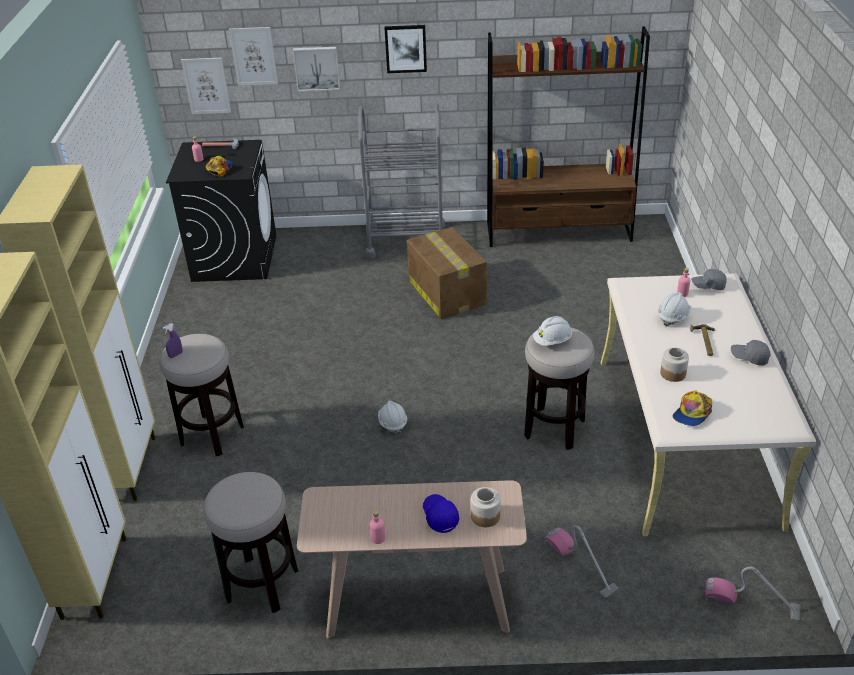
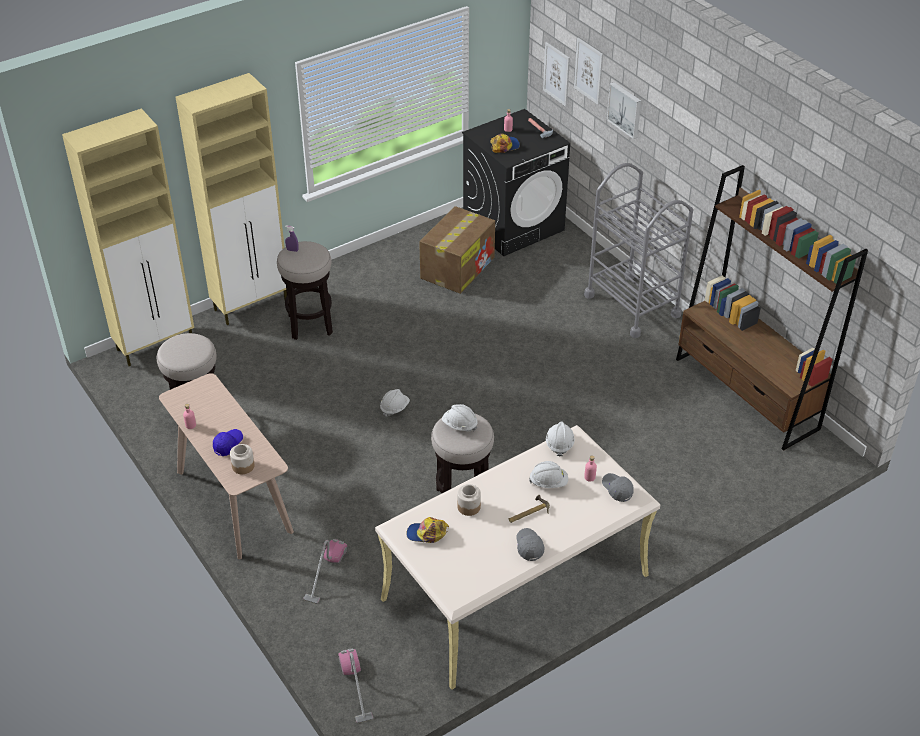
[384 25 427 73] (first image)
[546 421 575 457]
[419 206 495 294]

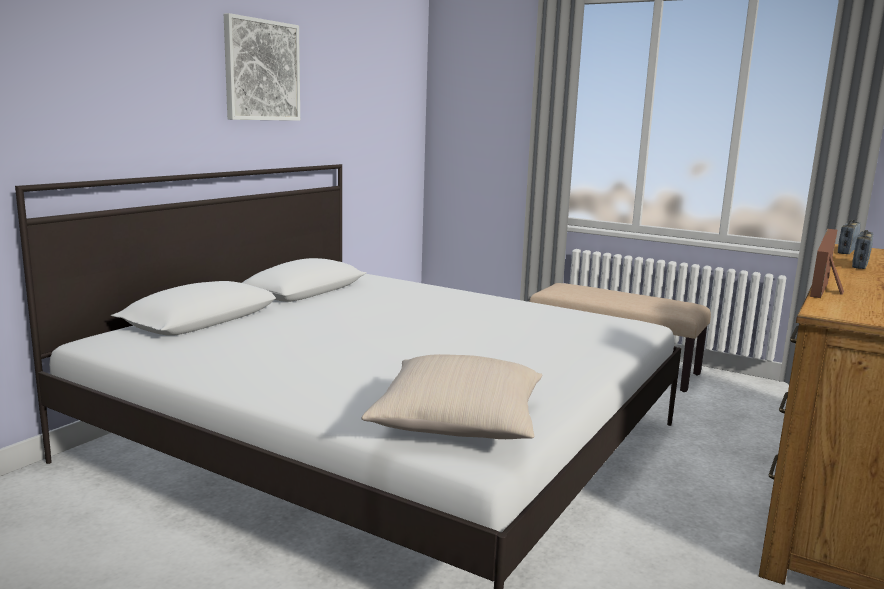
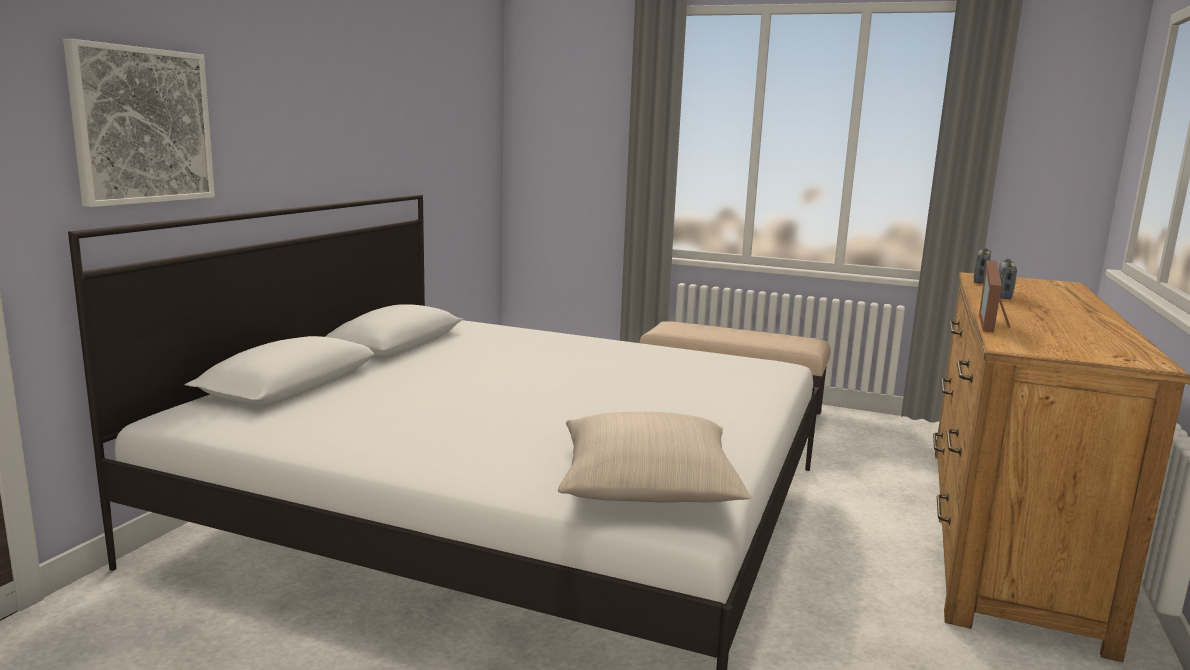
[63 39 215 207]

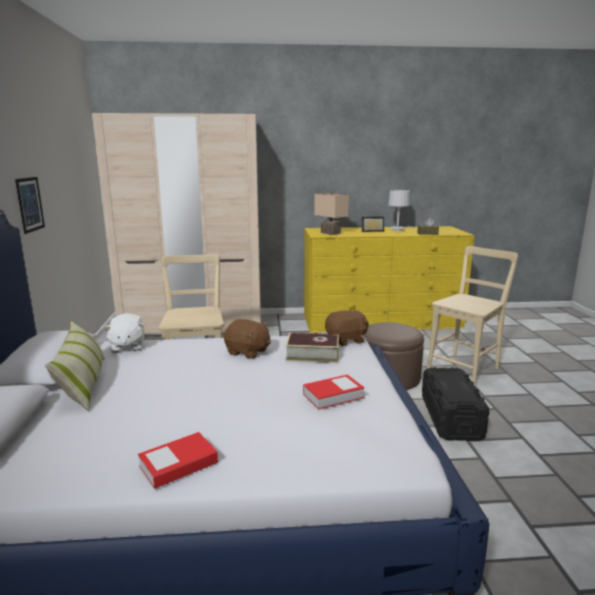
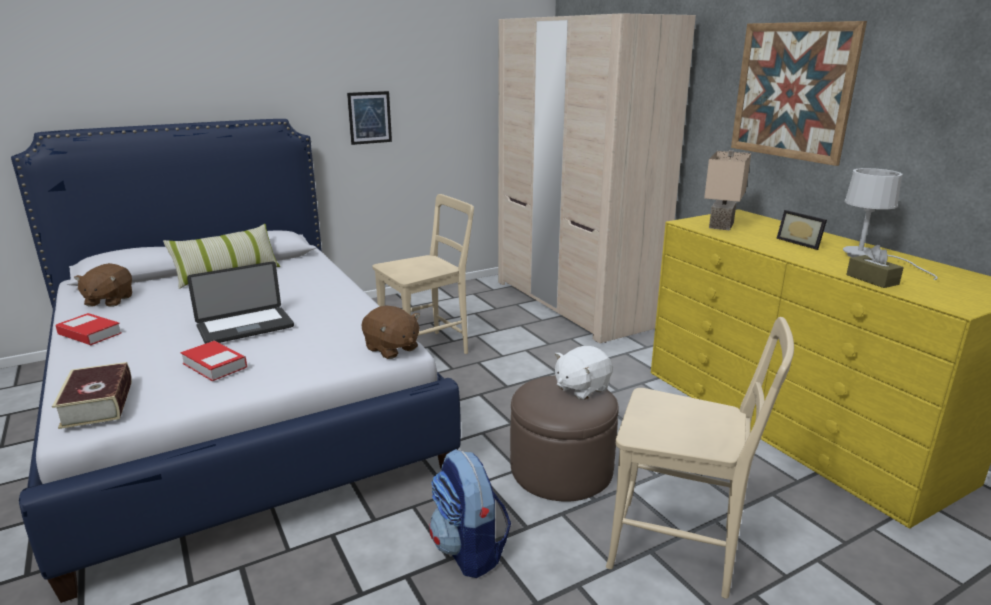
[187 261 294 344]
[731 21 867 166]
[555 346 613 400]
[74 263 132 307]
[52 362 132 429]
[429 449 511 578]

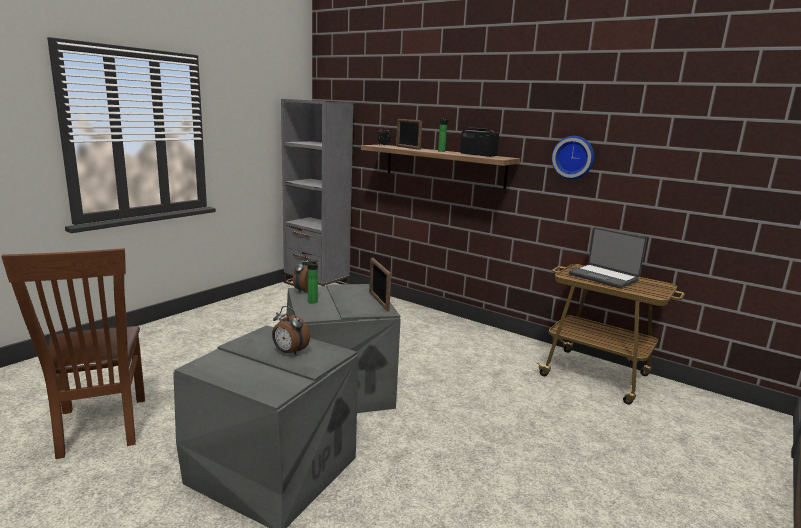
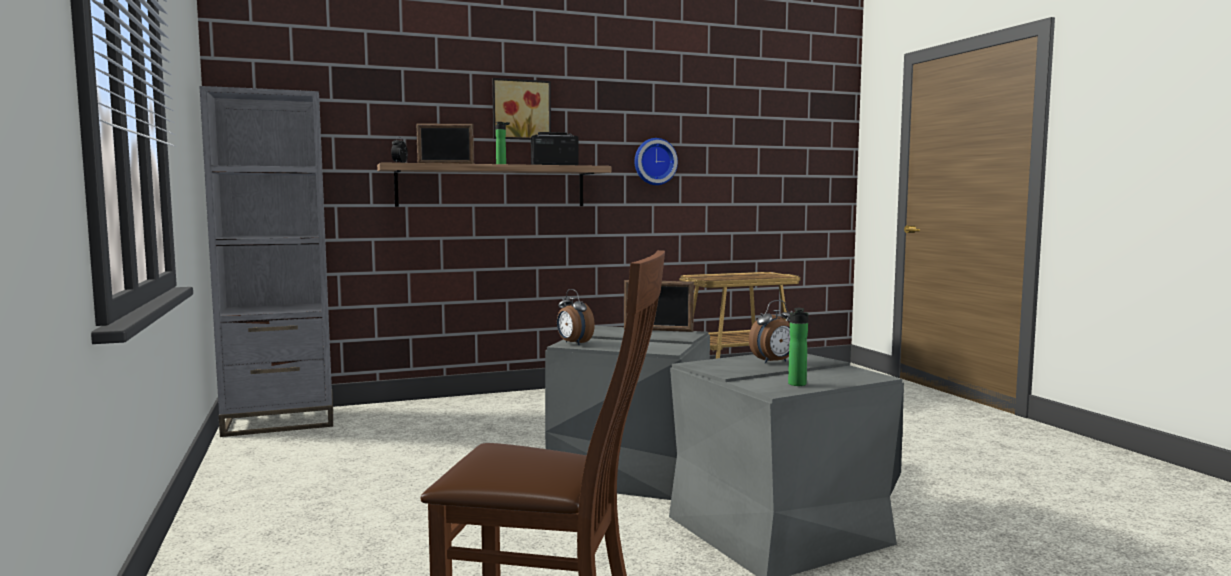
[569 227 647 288] (first image)
[492 78 551 140]
[788 308 808 386]

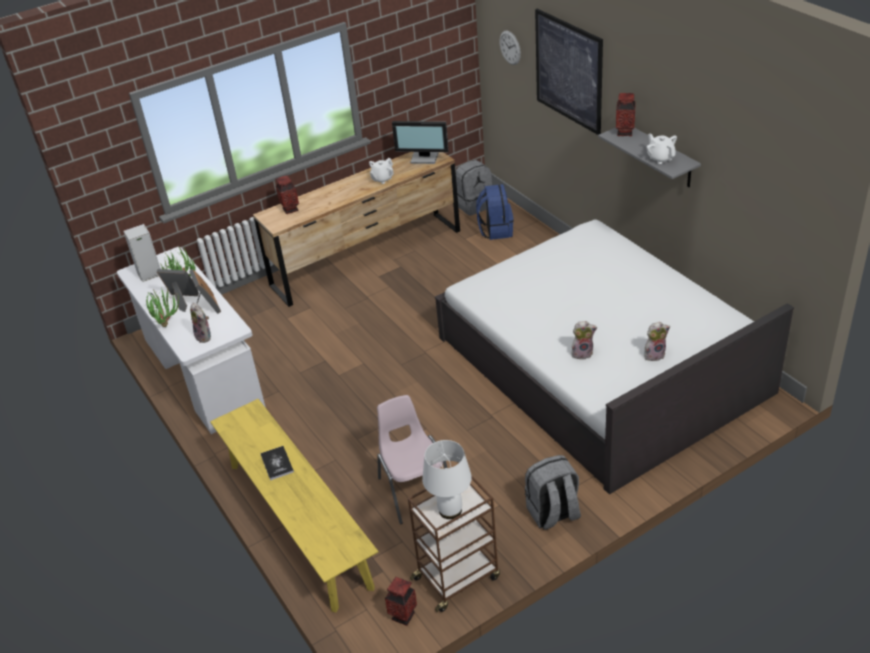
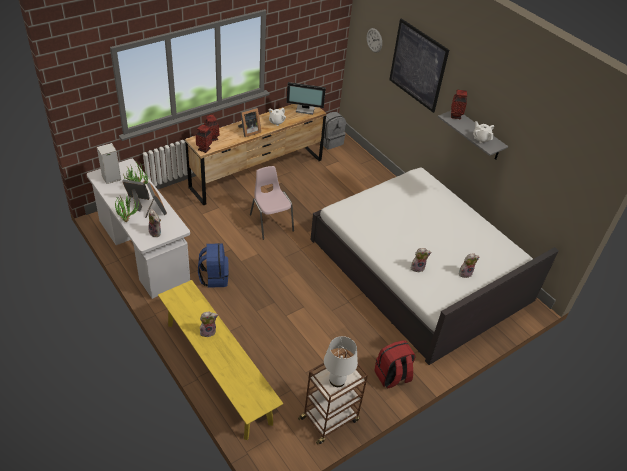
[238 108 261 137]
[250 166 294 240]
[196 124 212 153]
[198 243 229 288]
[200 312 218 337]
[374 340 416 388]

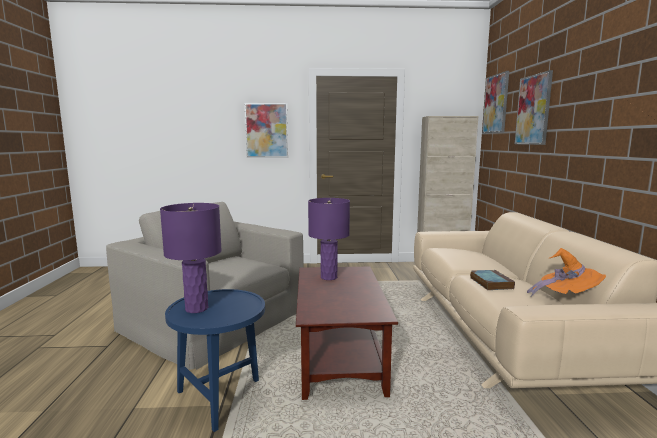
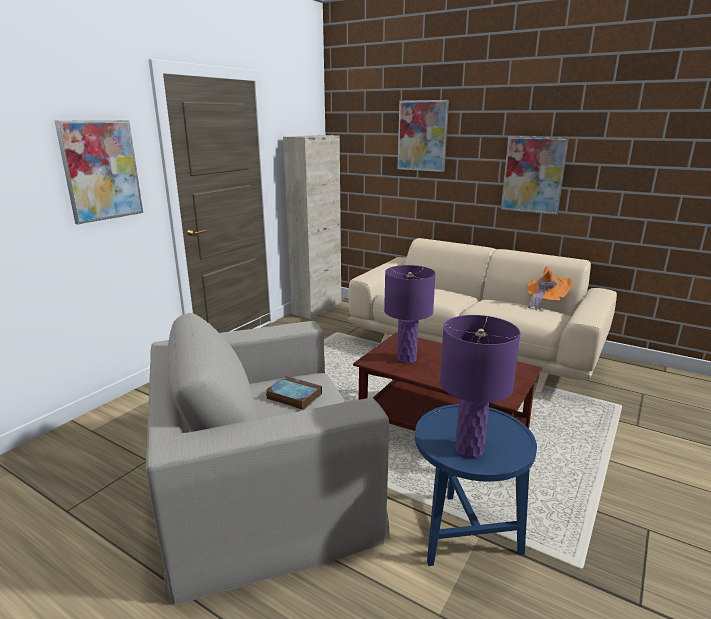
[266 376 322 410]
[501 136 569 215]

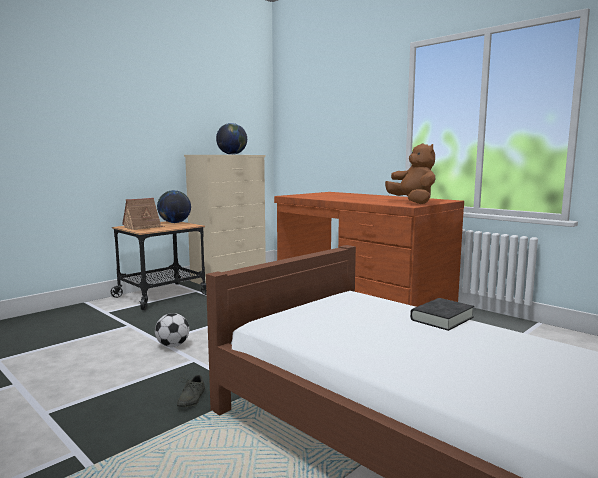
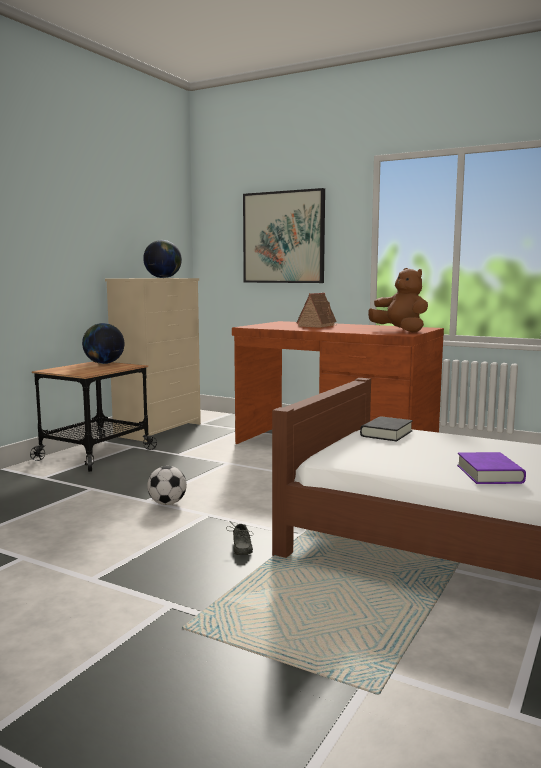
[243 188 325 283]
[457 452 526 484]
[296 293 337 328]
[360 416 413 442]

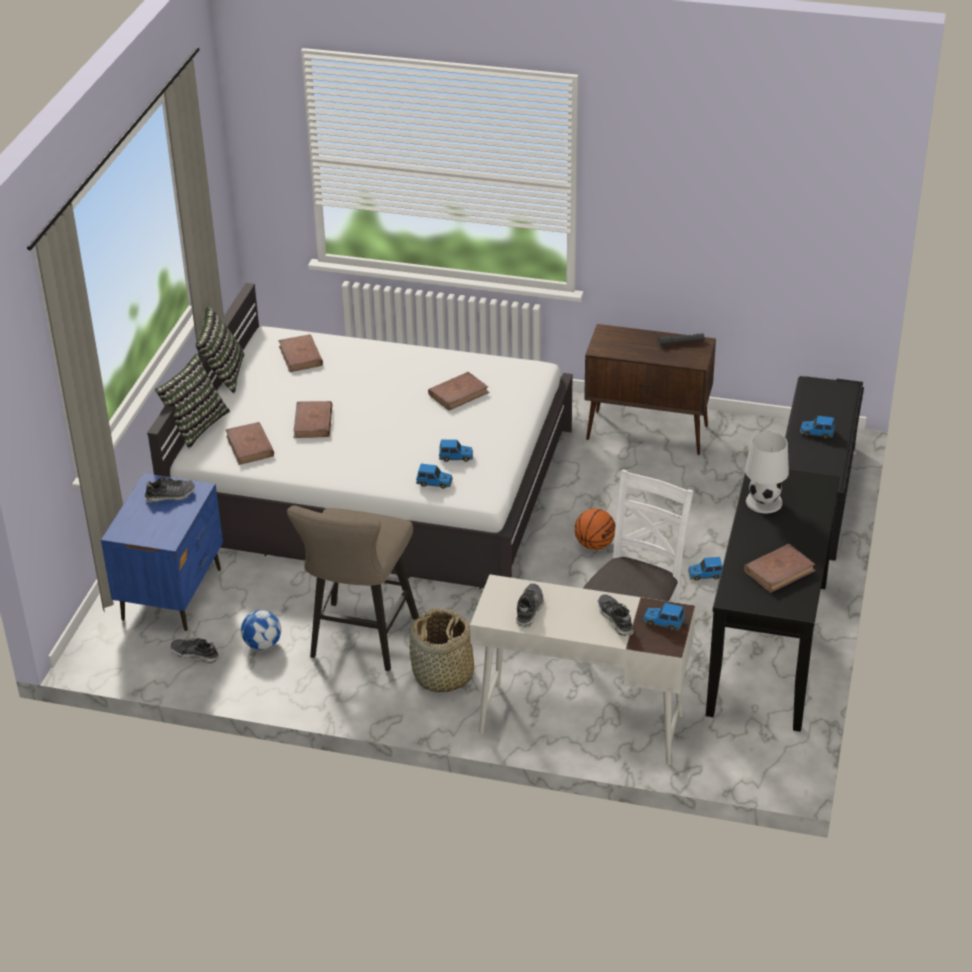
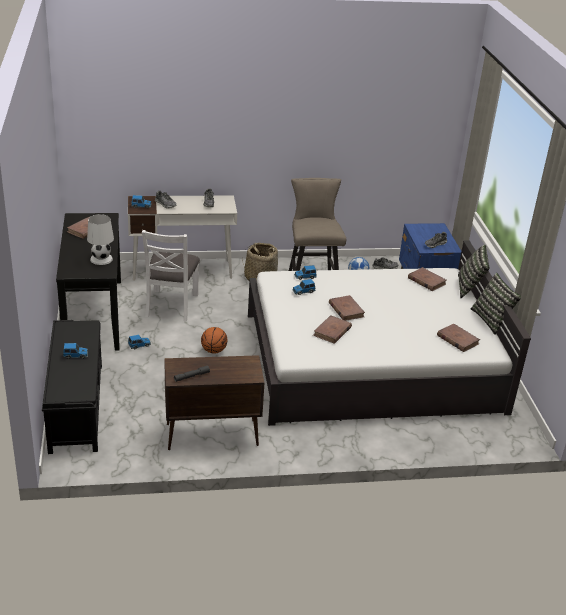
[329 295 365 321]

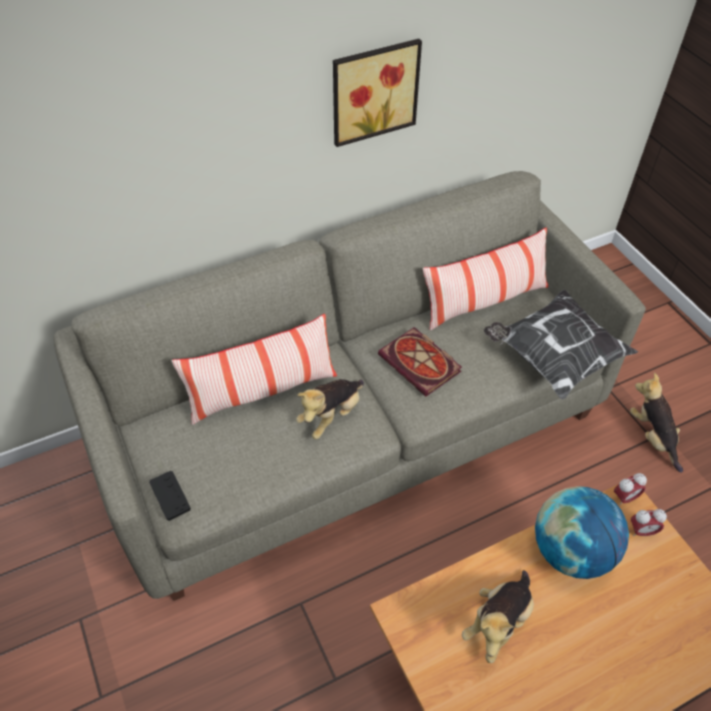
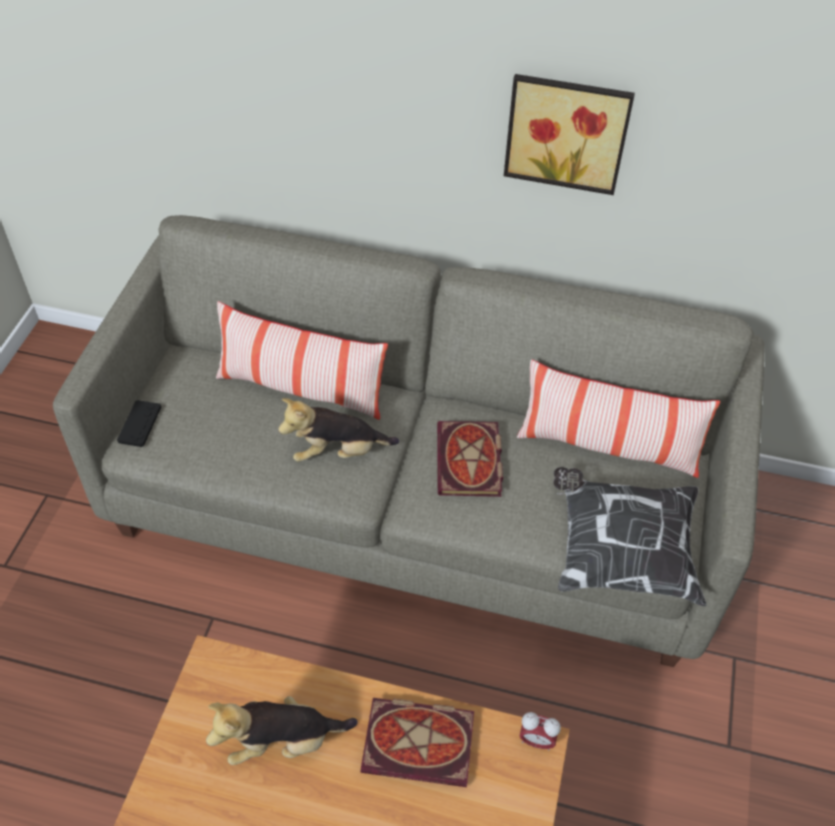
[630 373 683 473] (first image)
[631 509 667 537] (first image)
[361 698 474 787]

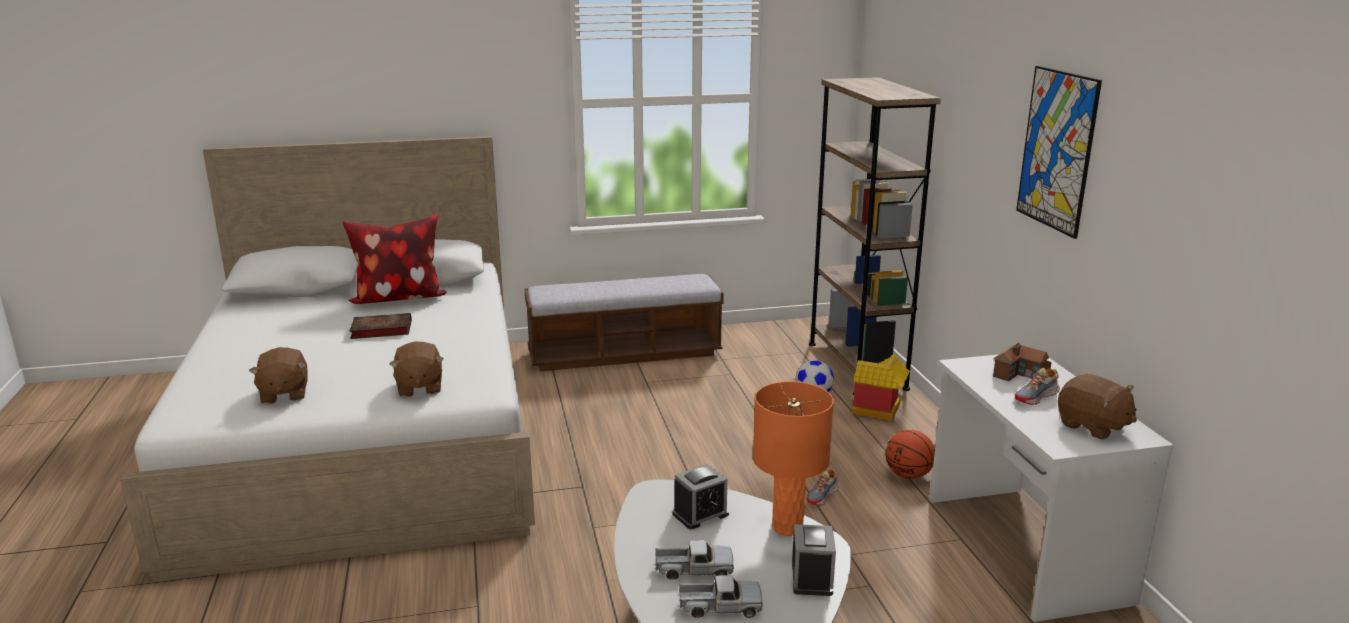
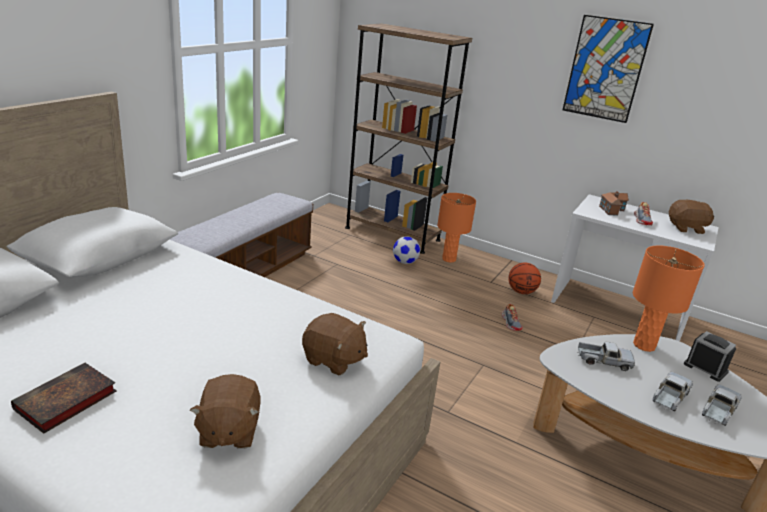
[343 214 447 304] (first image)
[11 363 117 434]
[577 342 635 371]
[437 193 476 263]
[190 374 261 449]

